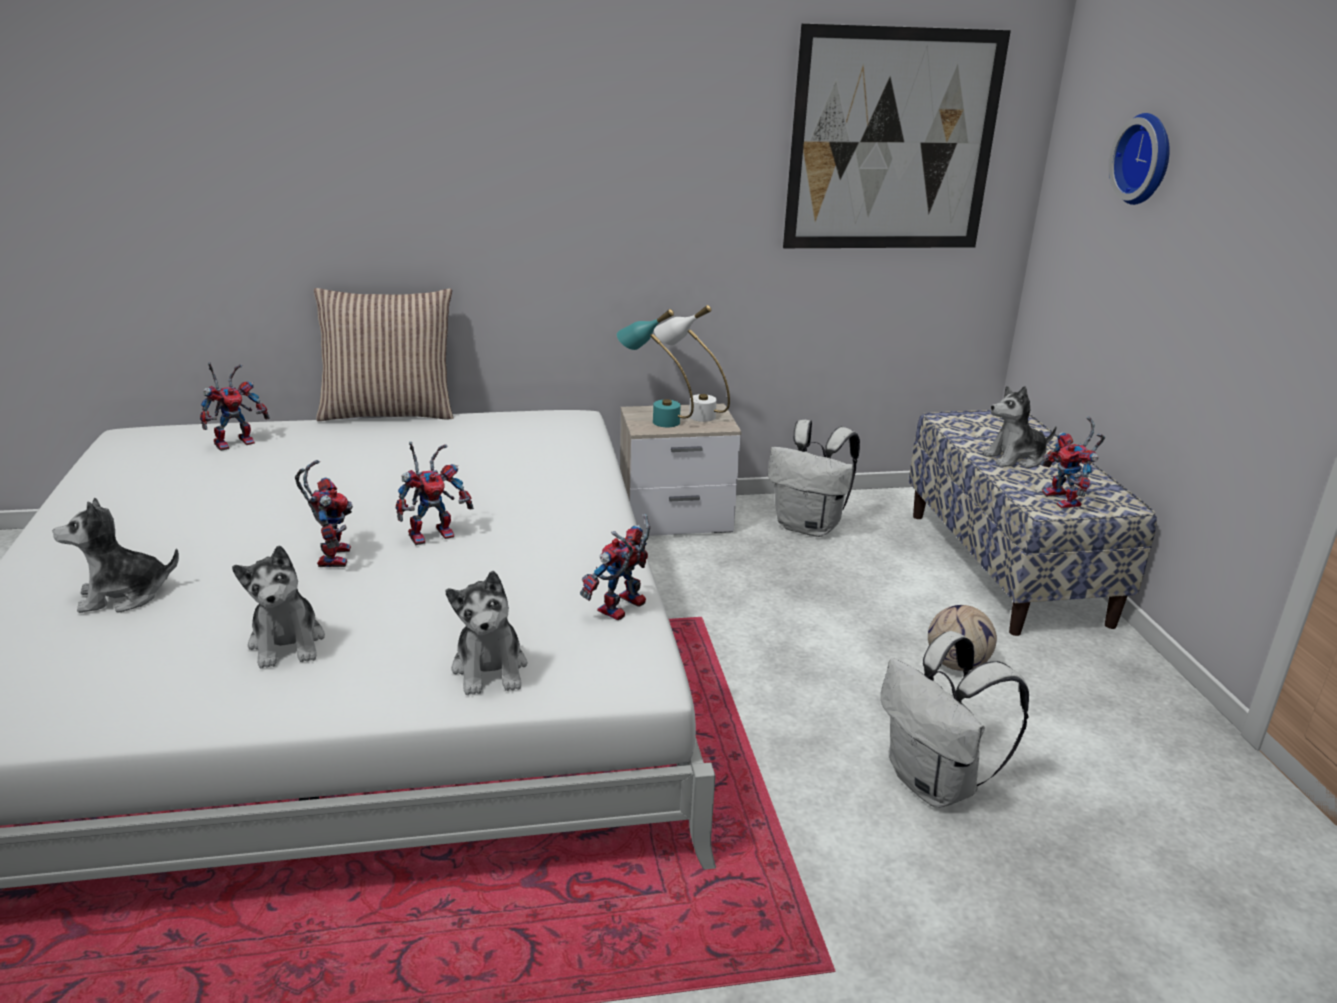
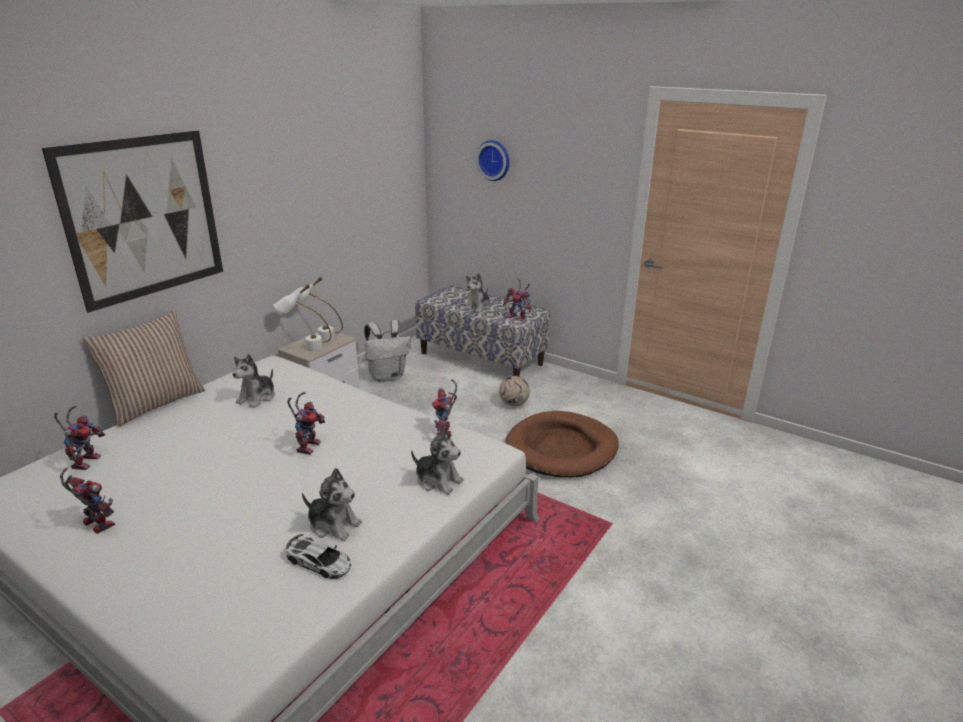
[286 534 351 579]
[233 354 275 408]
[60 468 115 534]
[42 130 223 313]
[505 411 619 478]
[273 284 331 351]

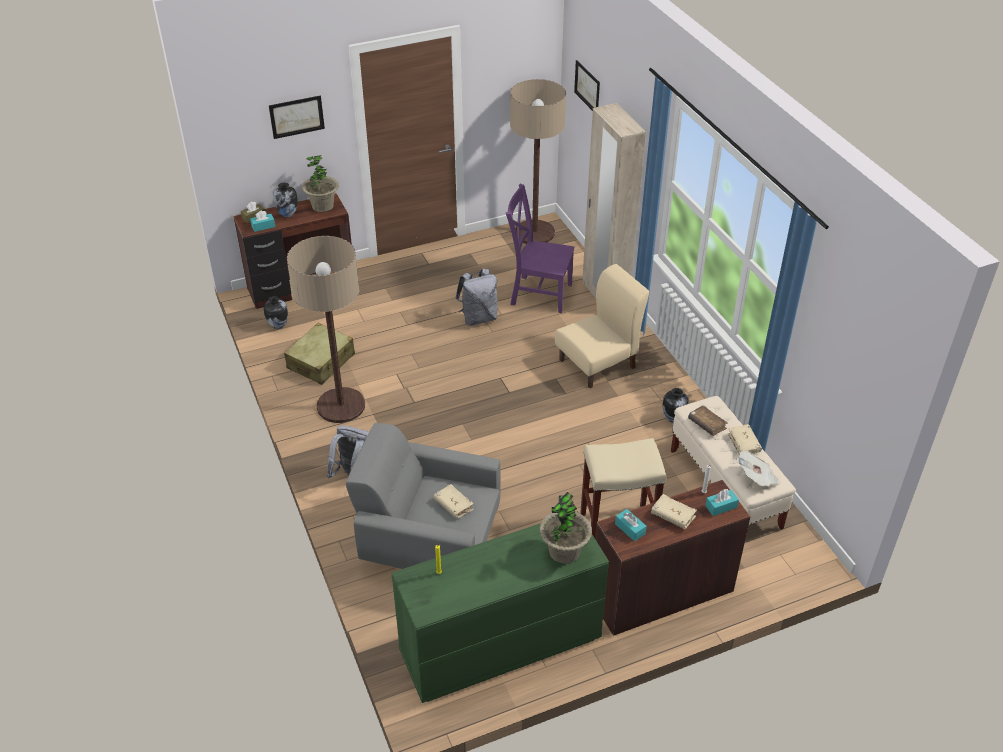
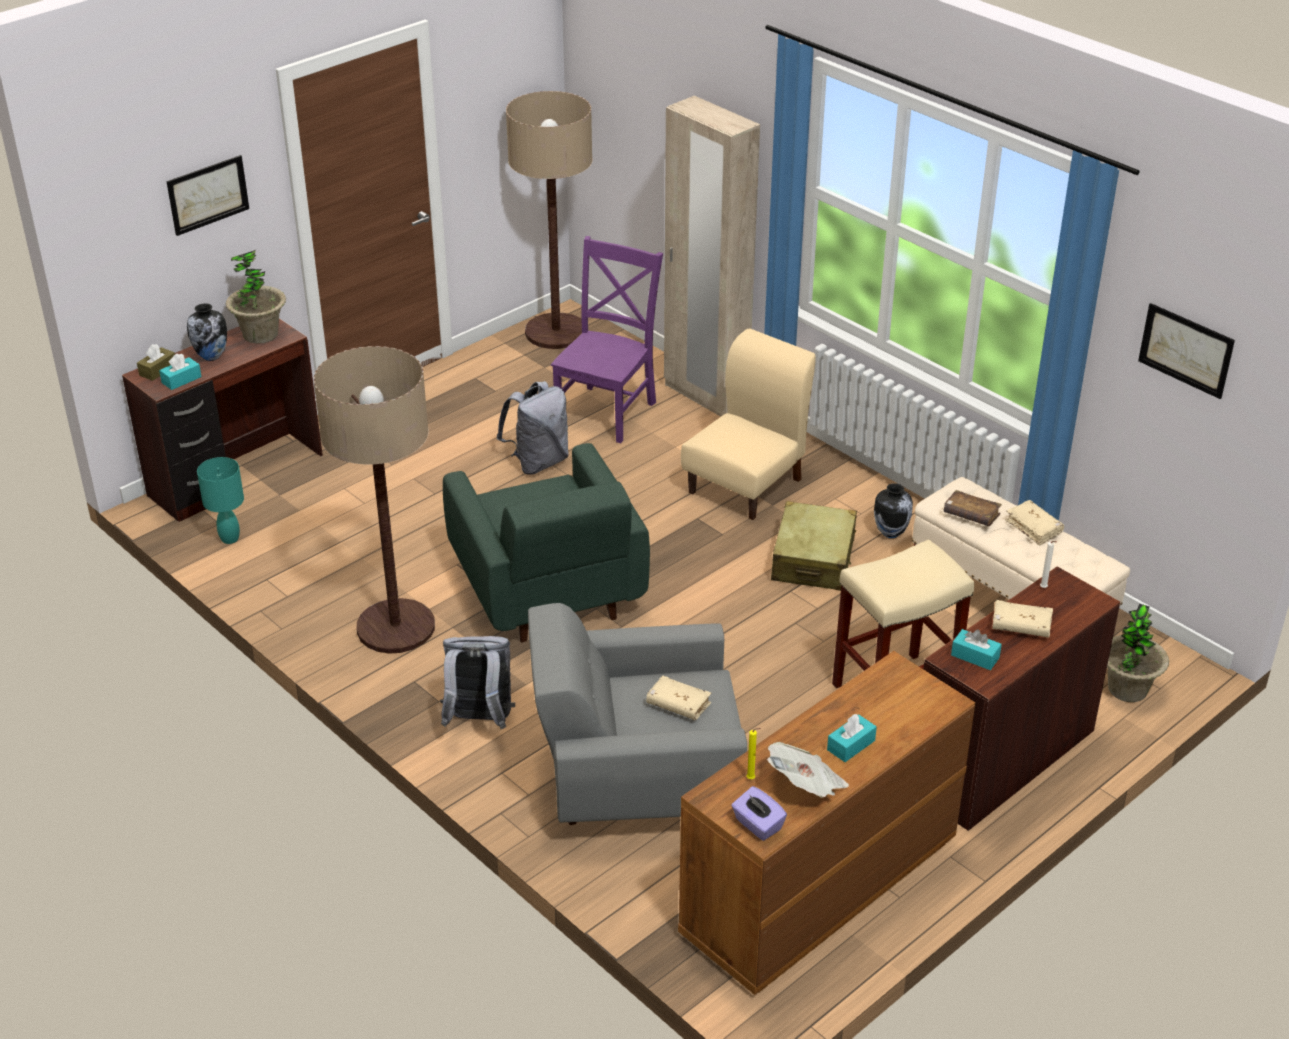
[443 443 650 643]
[732 786 787 841]
[771 501 857 591]
[1107 604 1169 702]
[1138 303 1235 399]
[827 714 877 762]
[767 742 849 798]
[197 457 244 544]
[678 651 975 995]
[551 236 663 443]

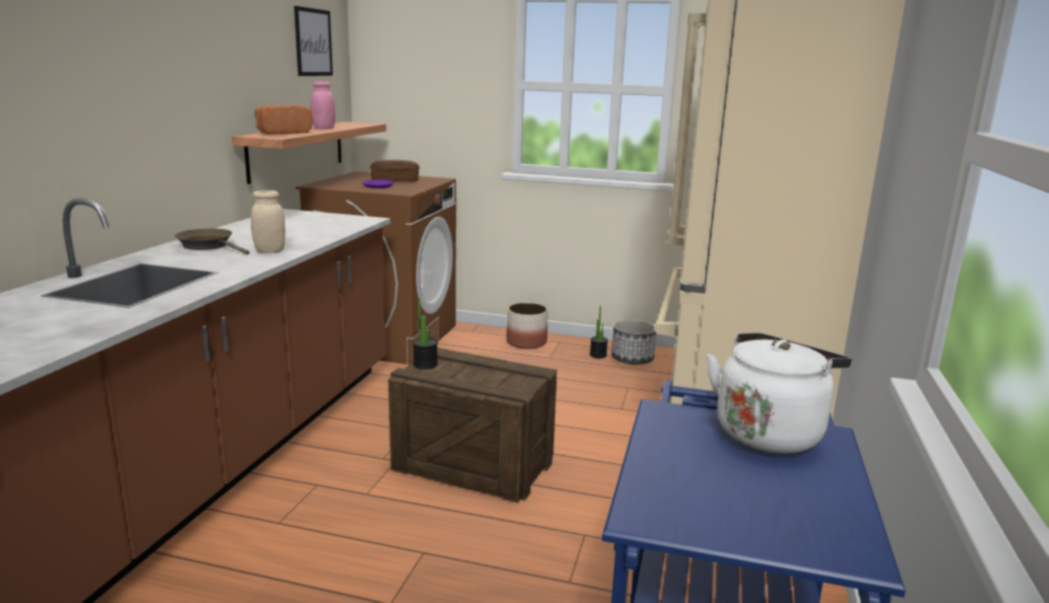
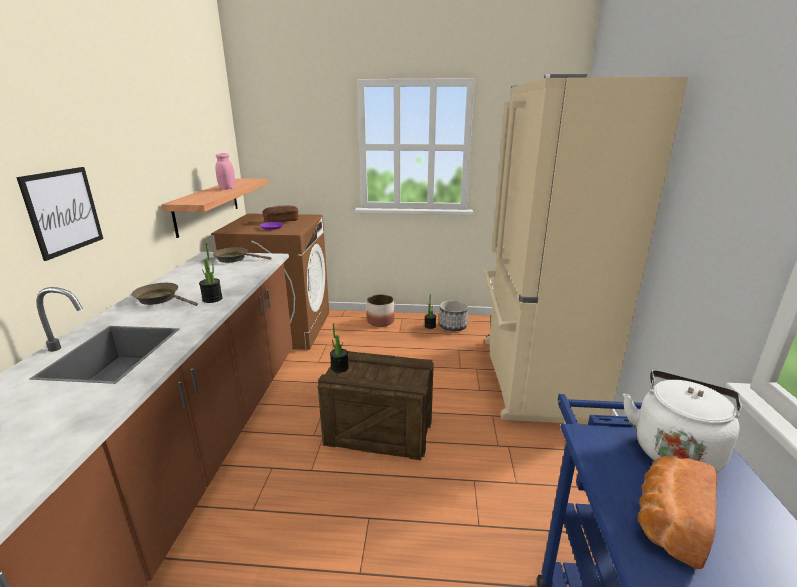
[213 247 272 263]
[638 456 717 569]
[16 167 103 261]
[199 243 223 303]

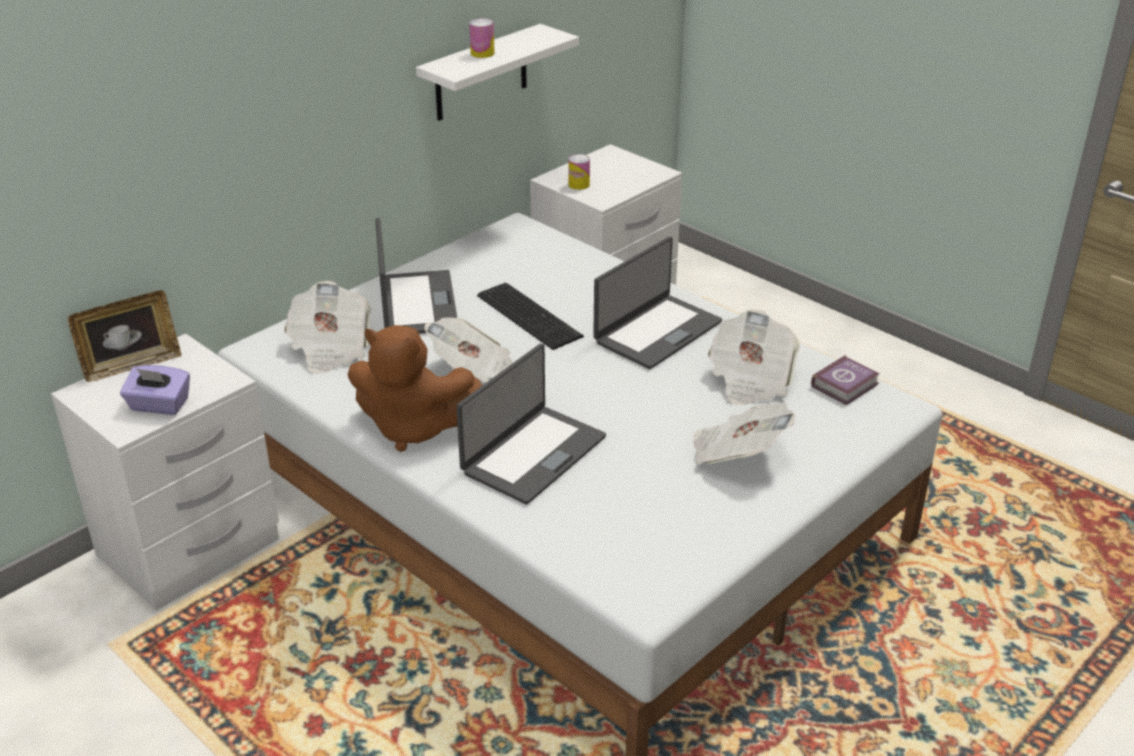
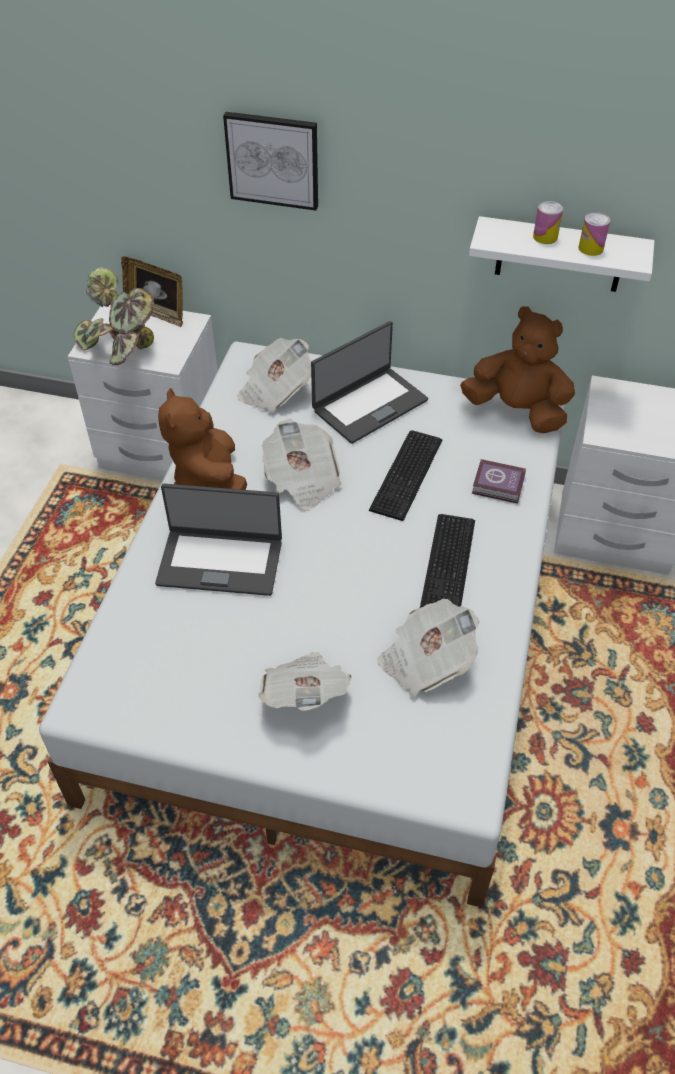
[223 112 318 211]
[460 306 575 433]
[578 212 610 256]
[472 459 526 504]
[73 267 154 366]
[420 514 475 608]

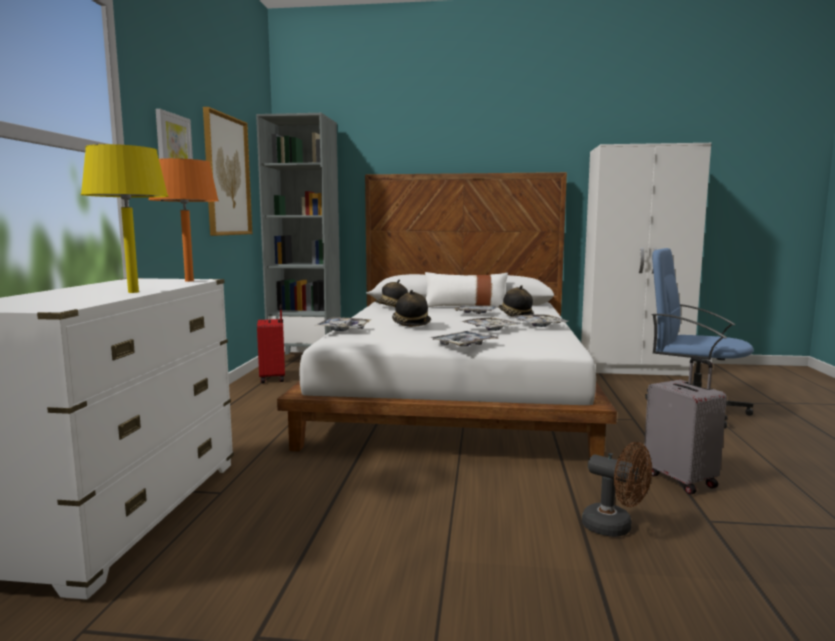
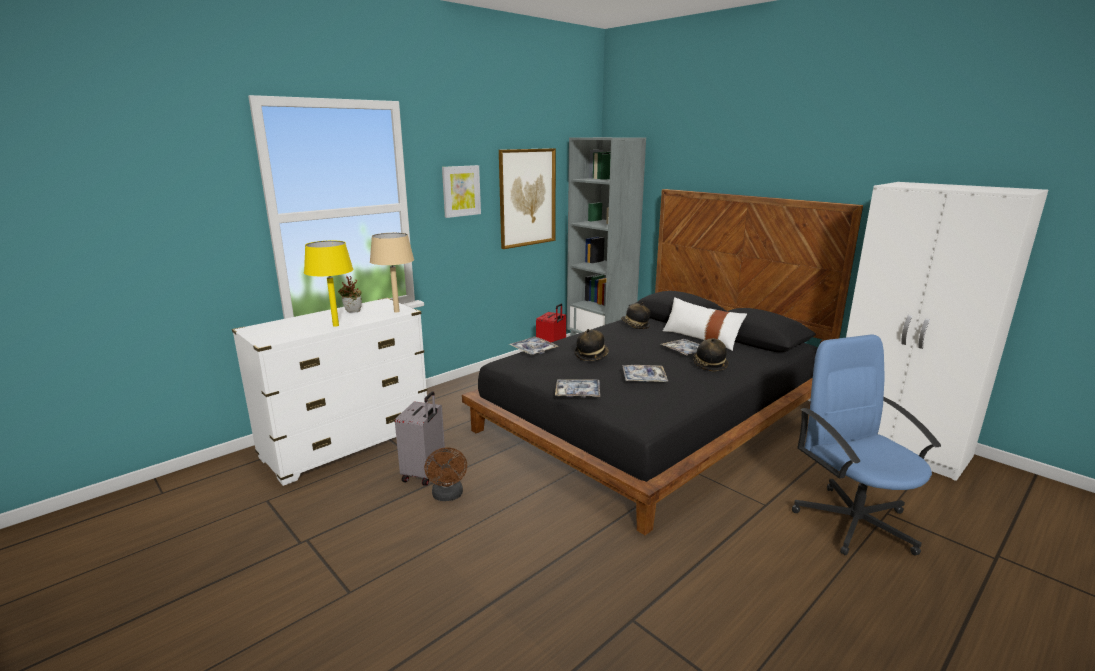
[512 314 569 327] (first image)
[338 276 362 313]
[425 447 467 501]
[395 391 445 486]
[370 233 414 312]
[462 189 863 535]

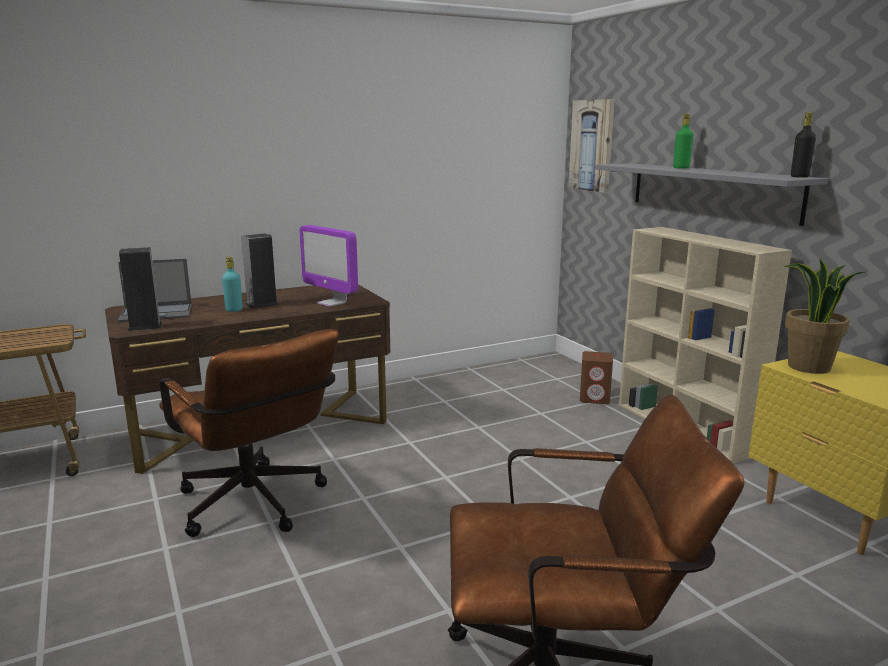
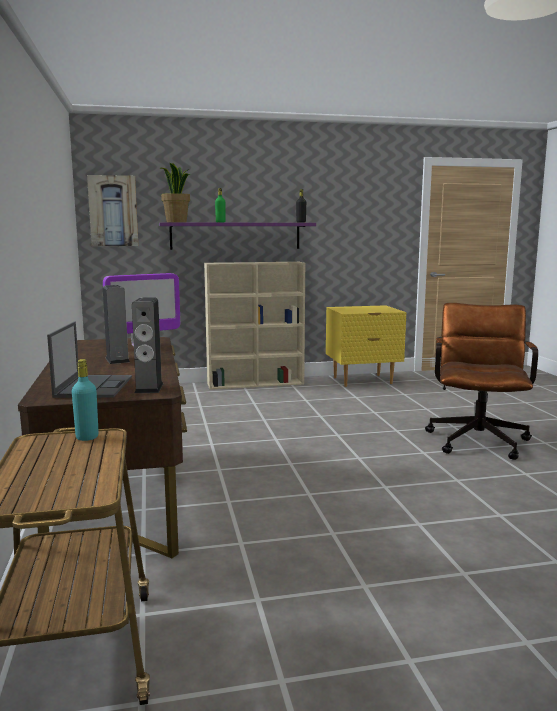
[159 329 339 537] (first image)
[580 351 613 404] (first image)
[72 359 99 441]
[159 163 190 222]
[159 223 316 250]

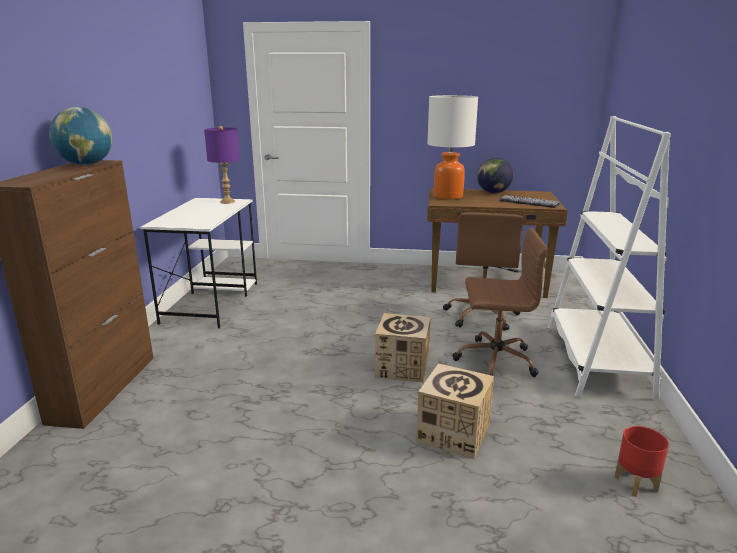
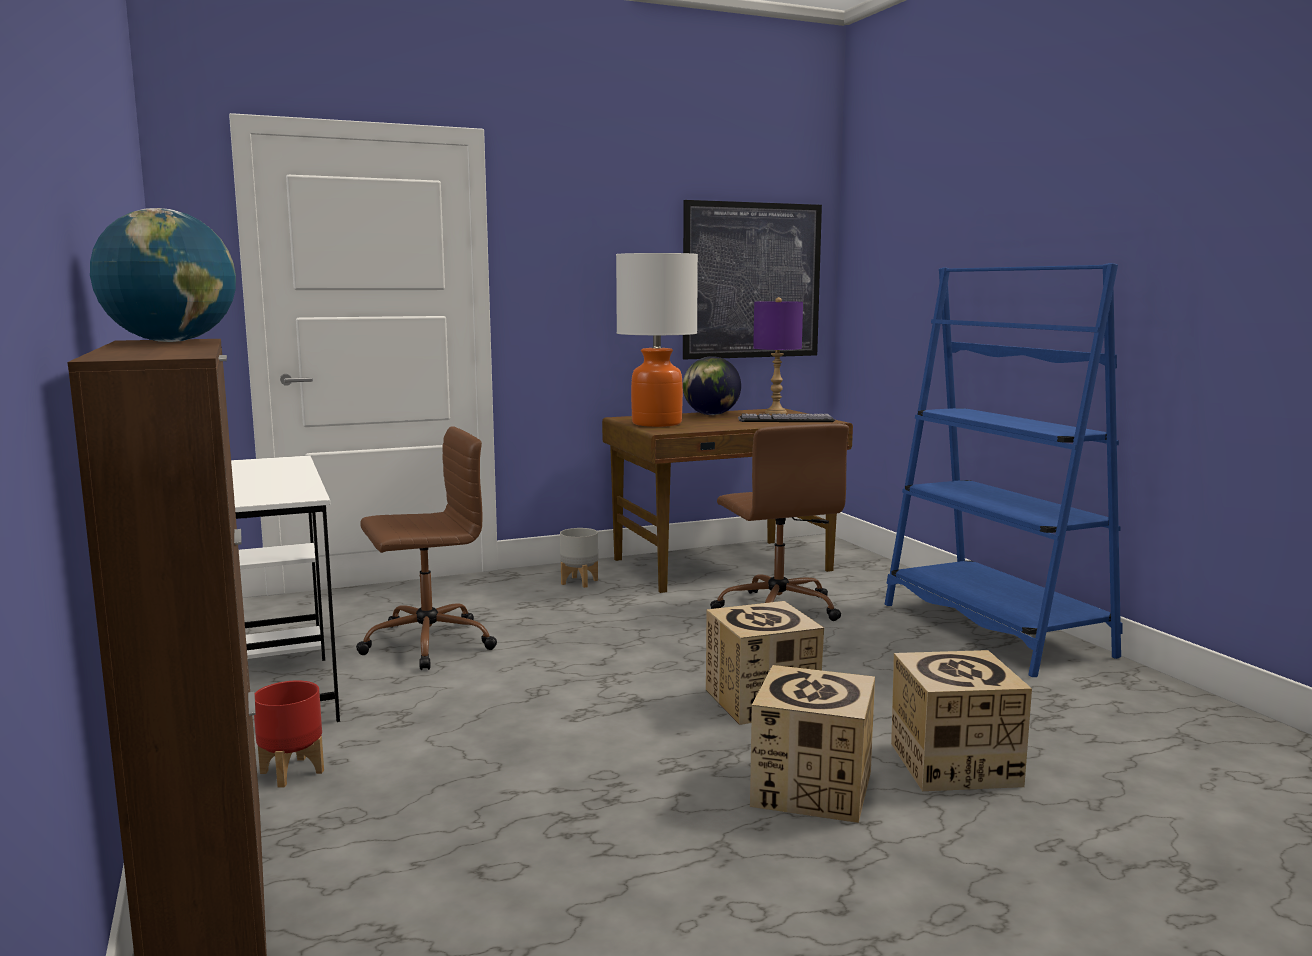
[560 528 598 588]
[683 200 822 360]
[750 665 875 823]
[753 297 803 414]
[356 426 497 670]
[254 680 324 787]
[885 263 1123 677]

